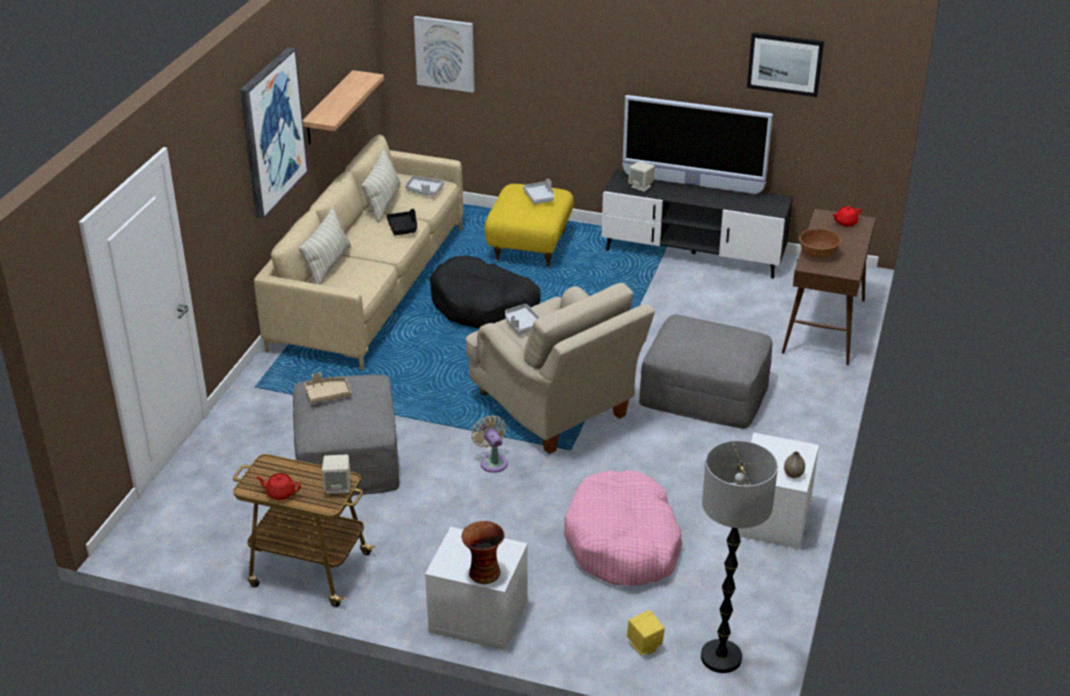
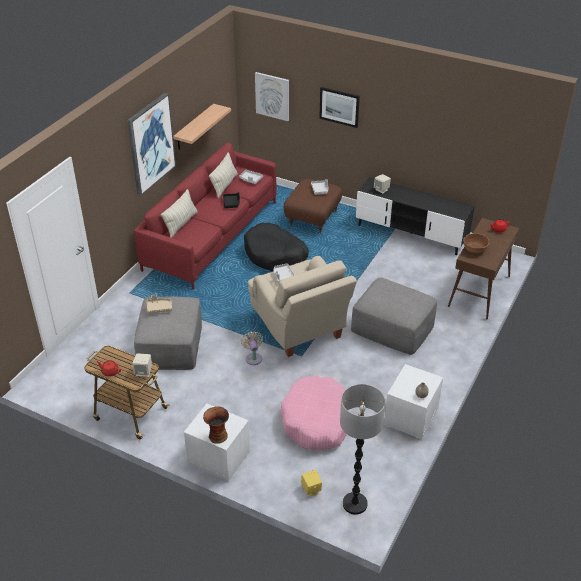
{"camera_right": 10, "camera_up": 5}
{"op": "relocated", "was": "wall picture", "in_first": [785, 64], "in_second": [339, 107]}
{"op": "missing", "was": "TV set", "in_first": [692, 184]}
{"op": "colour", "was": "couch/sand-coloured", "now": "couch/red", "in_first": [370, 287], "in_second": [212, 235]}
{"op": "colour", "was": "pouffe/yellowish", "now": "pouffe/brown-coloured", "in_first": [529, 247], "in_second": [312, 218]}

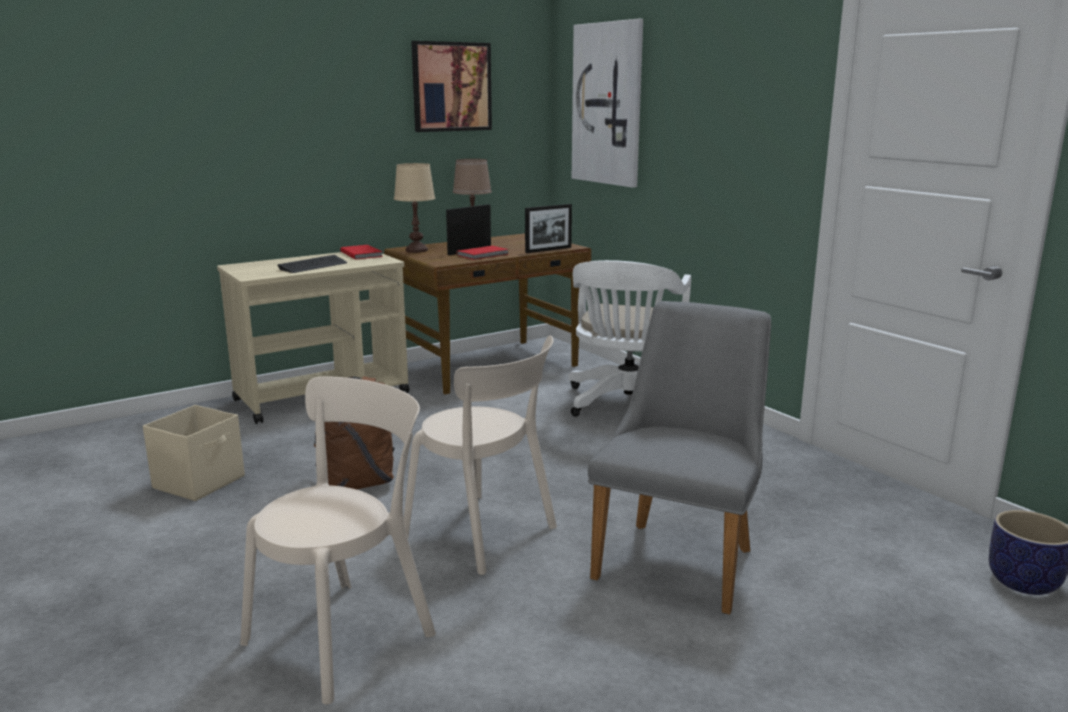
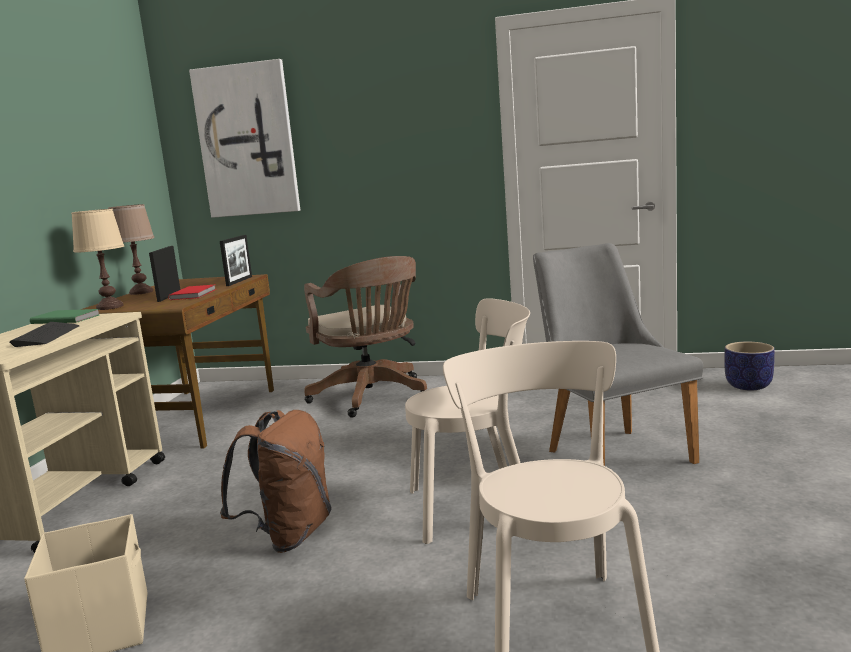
{"camera_right": -45, "camera_up": -5}
{"op": "missing", "was": "wall picture", "in_first": [451, 87]}
{"op": "colour", "was": "volume/red", "now": "volume/green", "in_first": [362, 254], "in_second": [66, 319]}
{"op": "colour", "was": "desk chair/white", "now": "desk chair/brown-coloured", "in_first": [626, 405], "in_second": [372, 397]}

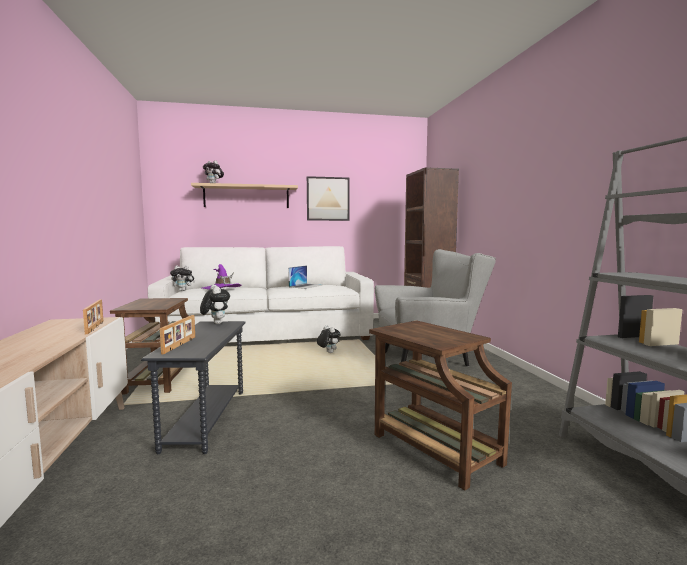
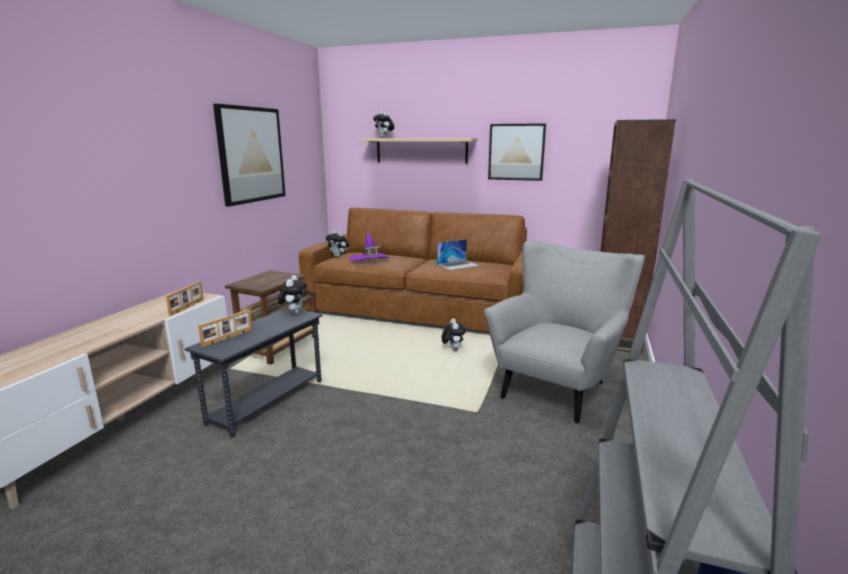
{"camera_right": 30, "camera_up": 10}
{"op": "colour", "was": "couch/white", "now": "couch/brown-coloured", "in_first": [267, 334], "in_second": [422, 309]}
{"op": "spun", "was": "easy chair/grey", "in_first": [431, 359], "in_second": [558, 387], "clockwise": -75}
{"op": "missing", "was": "end table/brown-coloured", "in_first": [433, 448]}
{"op": "appeared", "now": "wall picture", "in_second": [251, 155]}

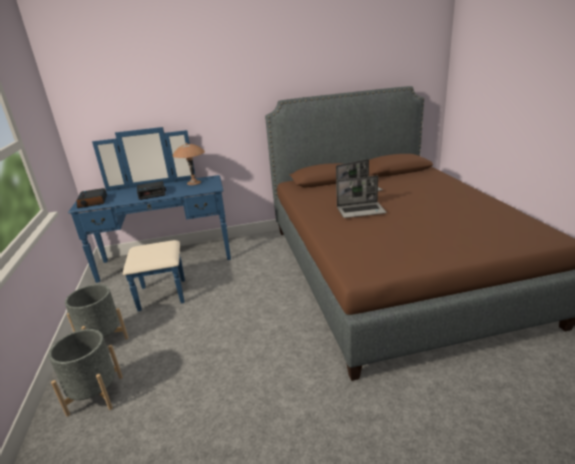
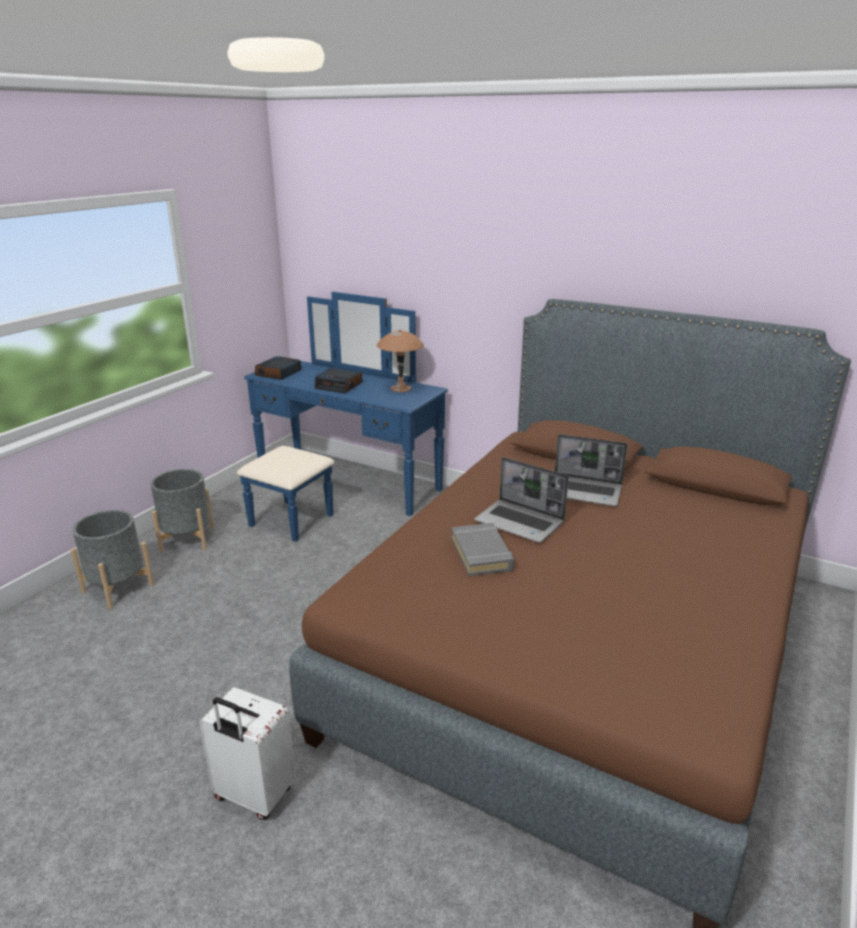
{"camera_right": 40, "camera_up": 0}
{"op": "appeared", "now": "volume/grey", "in_second": [481, 554]}
{"op": "appeared", "now": "travel case/white", "in_second": [253, 796]}

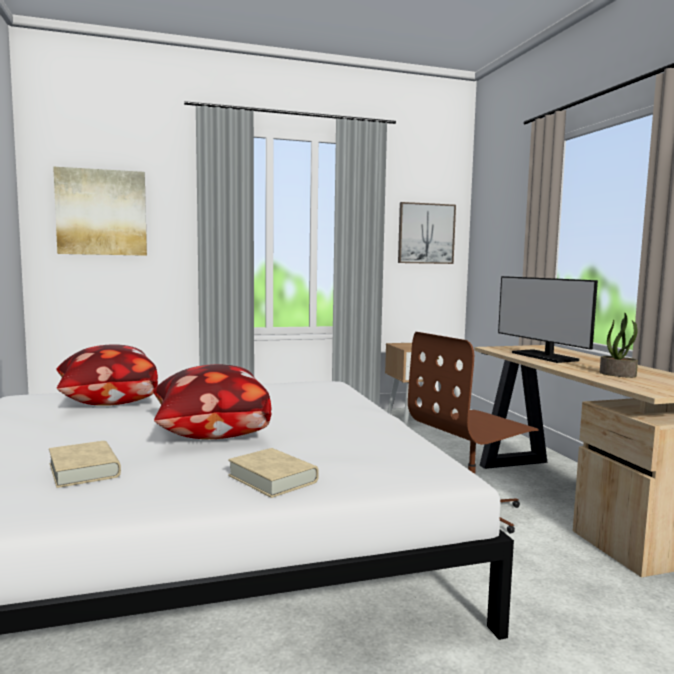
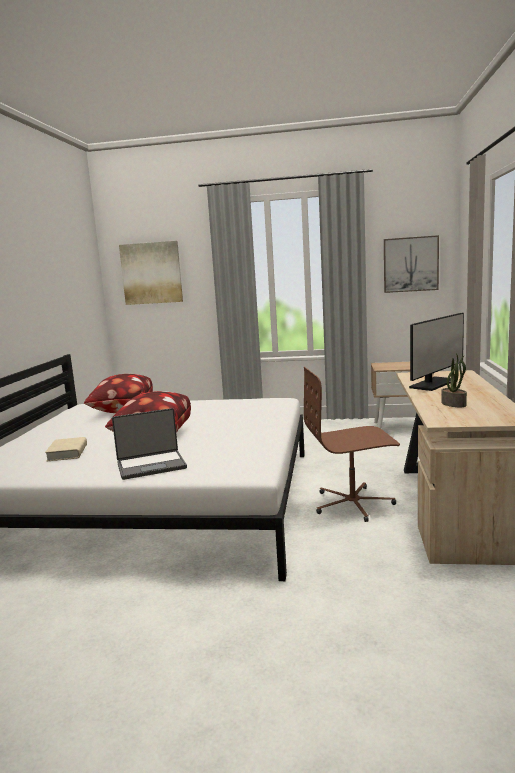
{"camera_right": 25, "camera_up": 5}
{"op": "spun", "was": "monitor", "in_first": [544, 357], "in_second": [433, 384], "clockwise": -135}
{"op": "exchanged", "was": "volume/sand-coloured", "now": "notebook computer", "in_first": [272, 479], "in_second": [151, 466]}

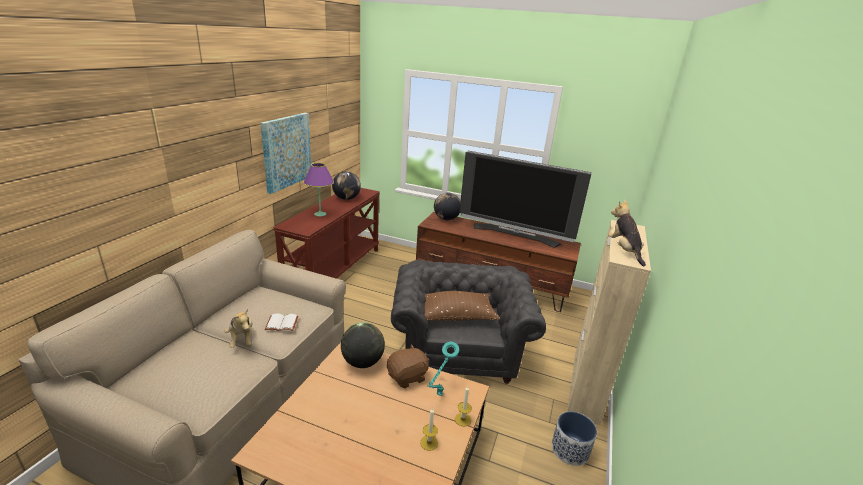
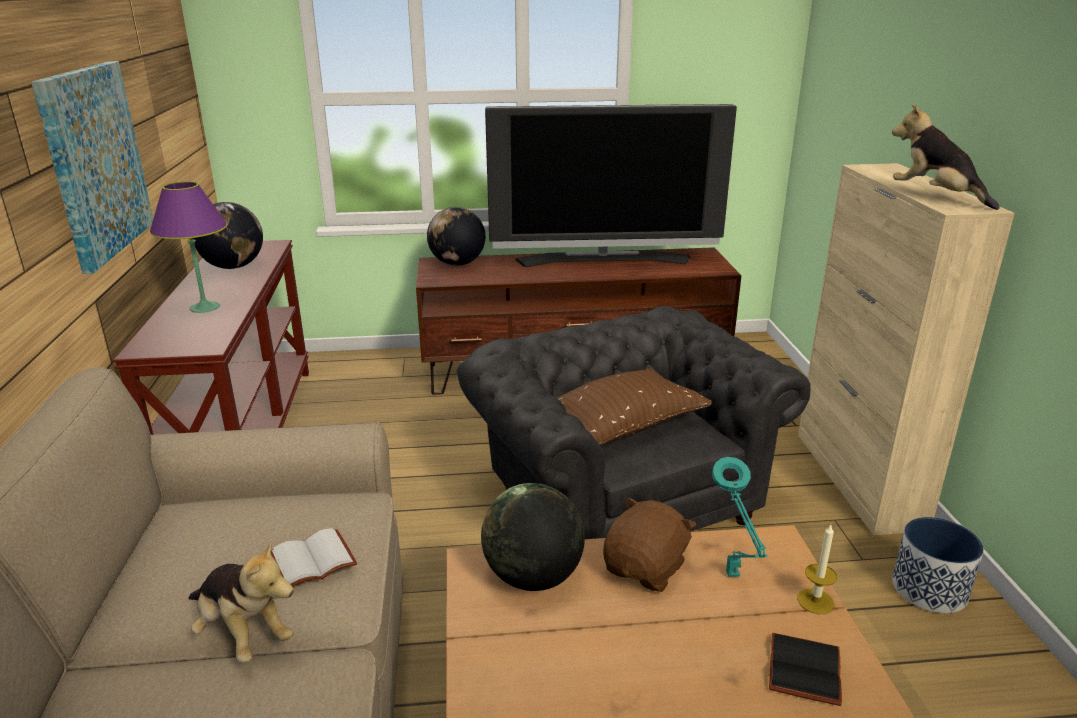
{"camera_right": -25, "camera_up": 0}
{"op": "exchanged", "was": "wax light", "now": "volume/black", "in_first": [429, 442], "in_second": [807, 671]}

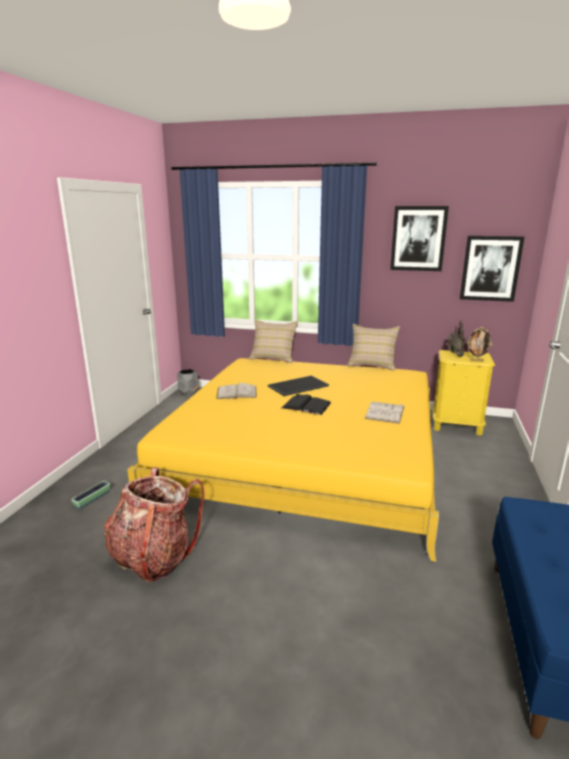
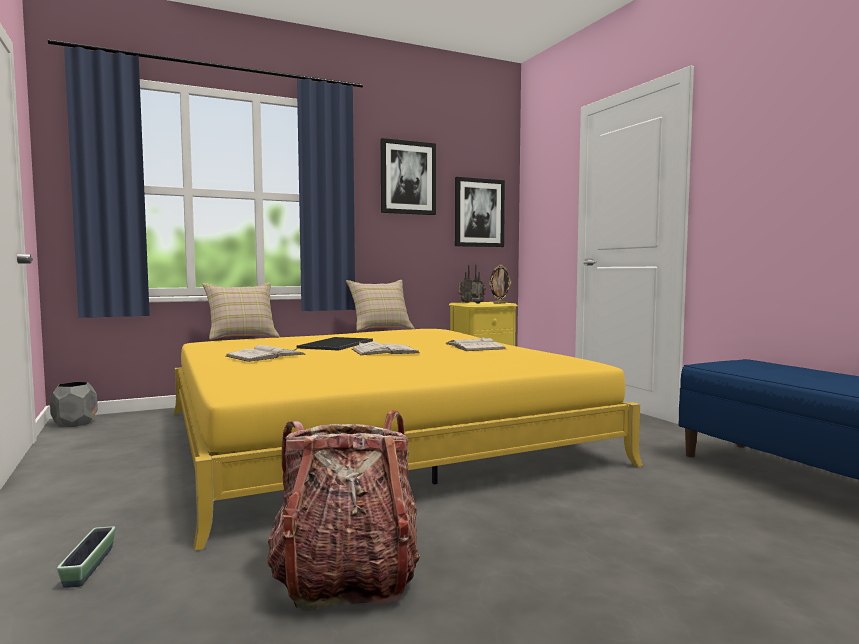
{"camera_right": -40, "camera_up": -15}
{"op": "colour", "was": "volume/black", "now": "volume/white", "in_first": [306, 405], "in_second": [385, 351]}

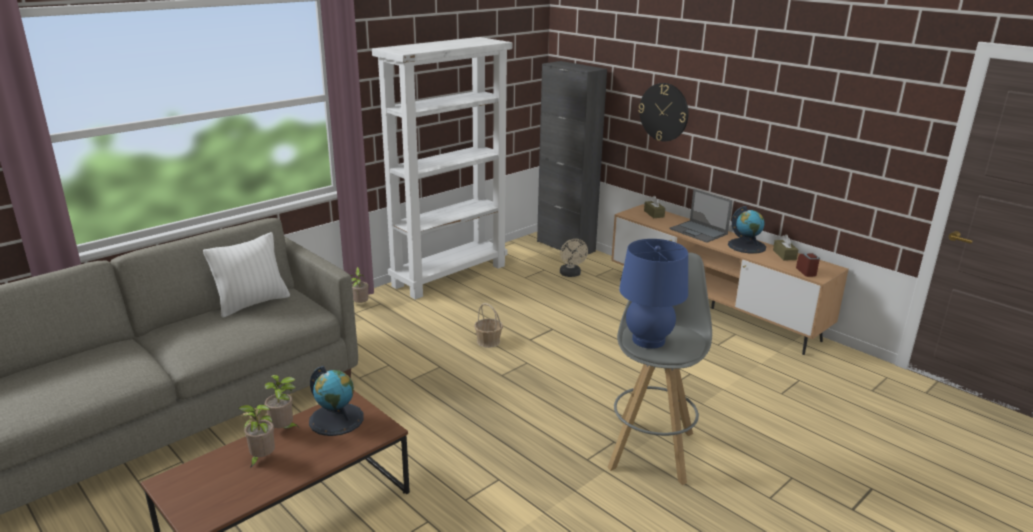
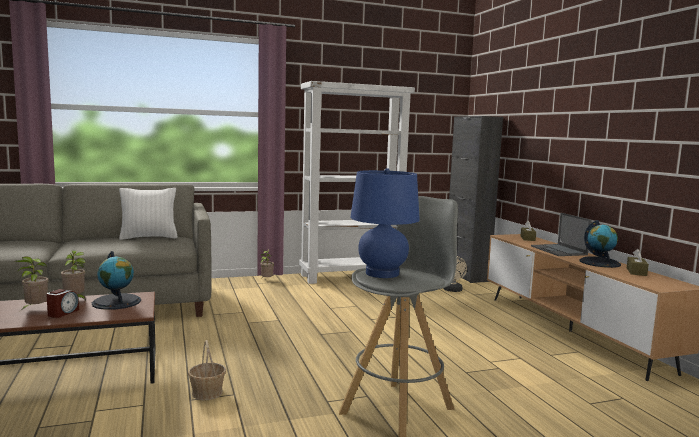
{"camera_right": 25, "camera_up": -15}
{"op": "missing", "was": "hanging clock", "in_first": [664, 112]}
{"op": "relocated", "was": "bedside clock", "in_first": [806, 272], "in_second": [63, 313]}
{"op": "relocated", "was": "storage basket", "in_first": [488, 341], "in_second": [207, 393]}

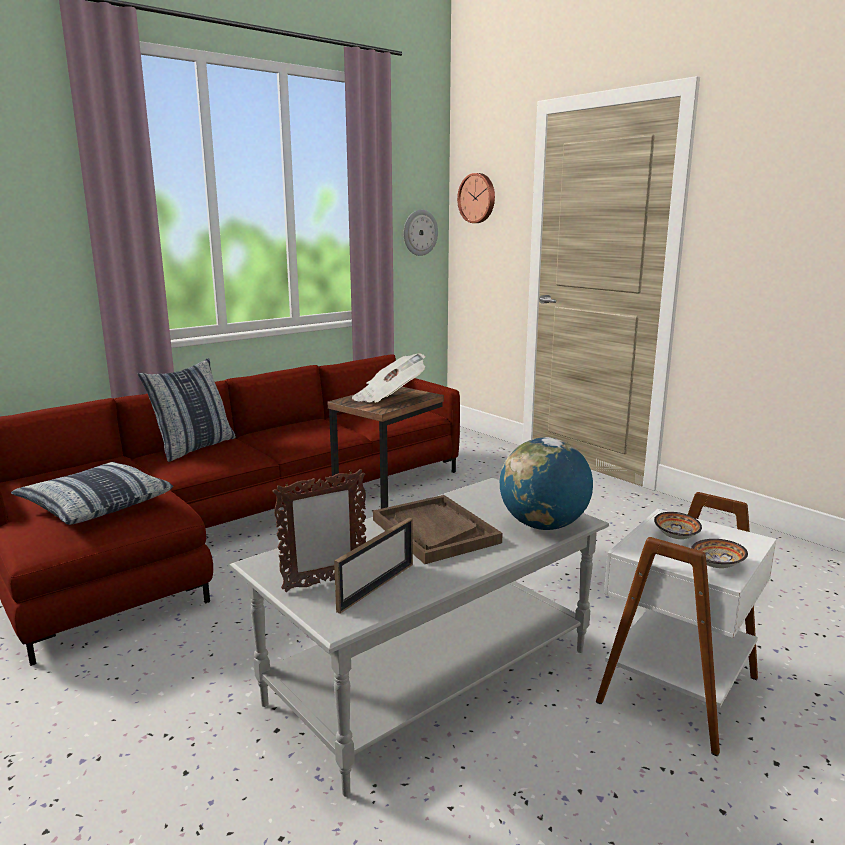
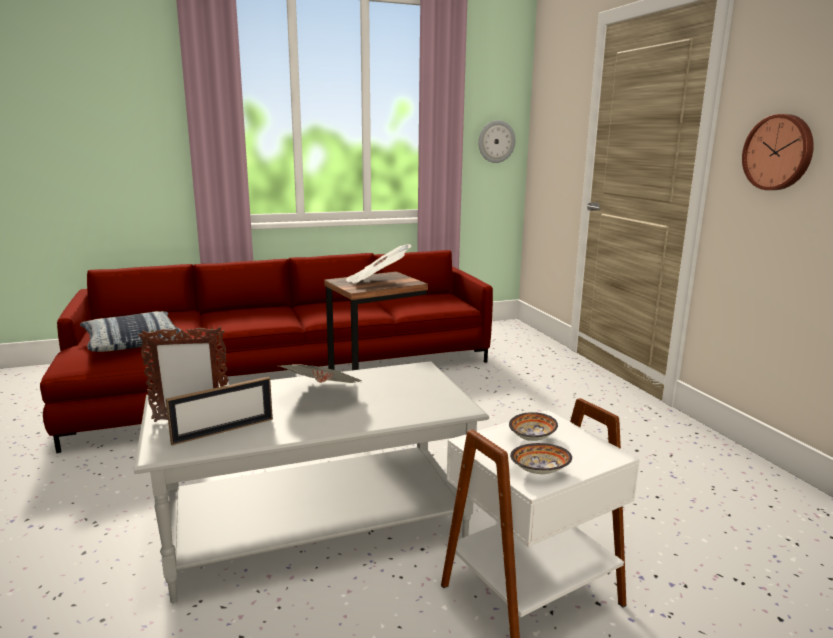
{"camera_right": 20, "camera_up": 0}
{"op": "relocated", "was": "hanging clock", "in_first": [477, 198], "in_second": [779, 152]}
{"op": "missing", "was": "pillow", "in_first": [194, 447]}
{"op": "missing", "was": "desk globe", "in_first": [543, 525]}
{"op": "exchanged", "was": "serving tray/brown-coloured", "now": "printed paper", "in_first": [434, 531], "in_second": [324, 396]}

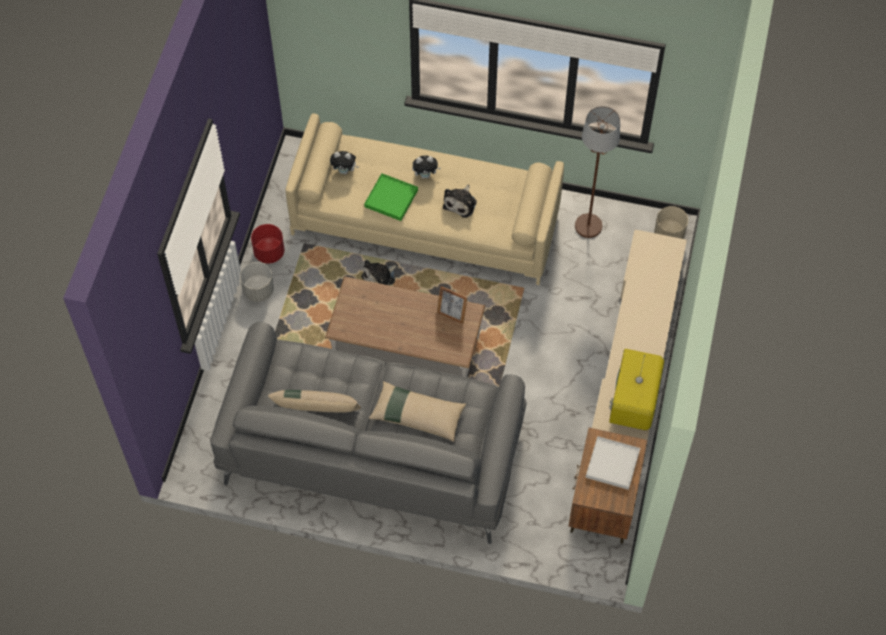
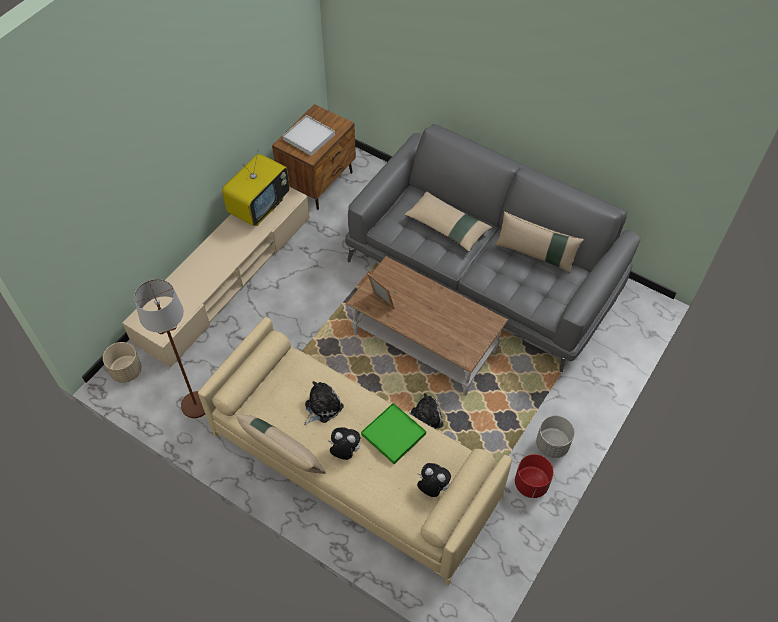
{"camera_right": -160, "camera_up": -5}
{"op": "appeared", "now": "pillow/sand-coloured", "in_second": [283, 454]}

